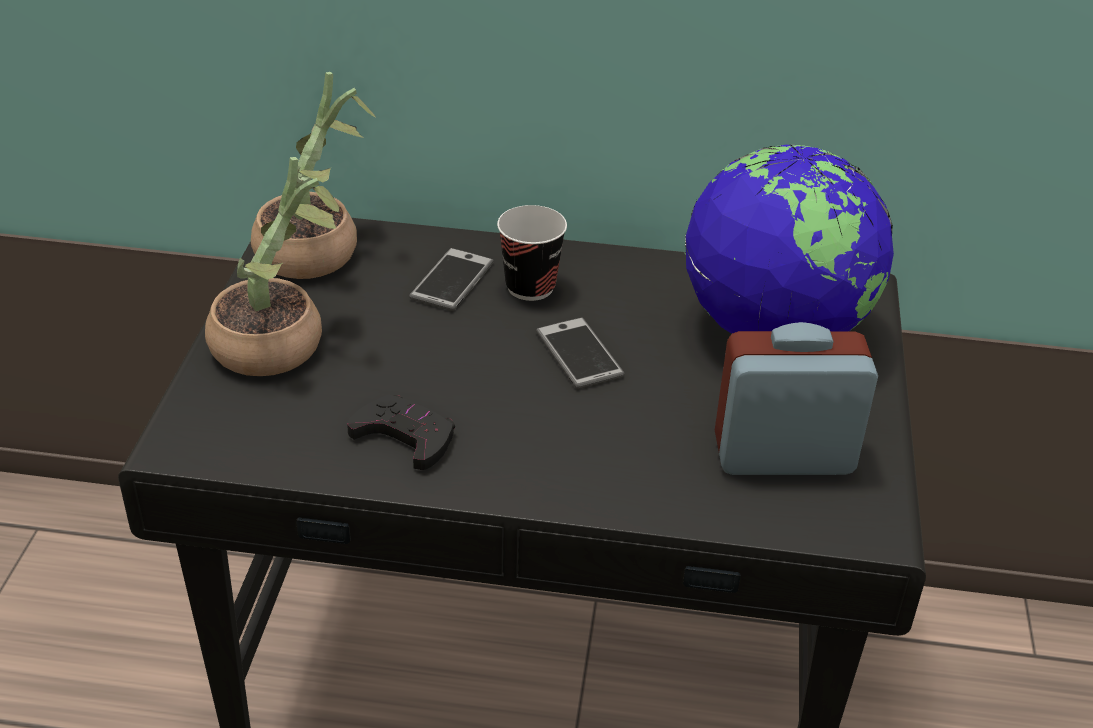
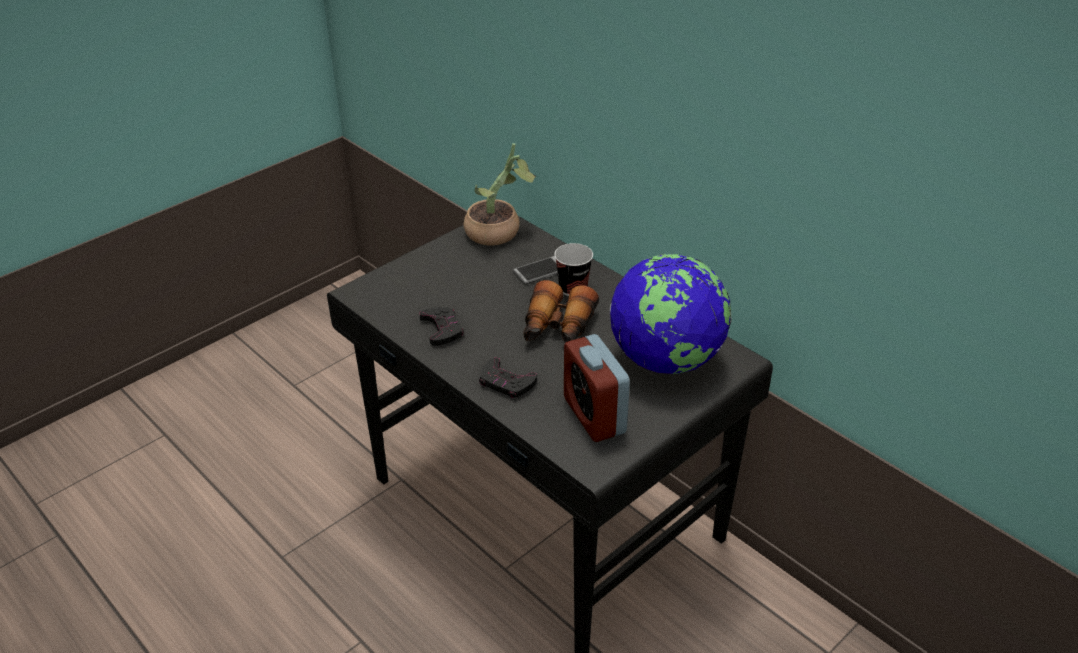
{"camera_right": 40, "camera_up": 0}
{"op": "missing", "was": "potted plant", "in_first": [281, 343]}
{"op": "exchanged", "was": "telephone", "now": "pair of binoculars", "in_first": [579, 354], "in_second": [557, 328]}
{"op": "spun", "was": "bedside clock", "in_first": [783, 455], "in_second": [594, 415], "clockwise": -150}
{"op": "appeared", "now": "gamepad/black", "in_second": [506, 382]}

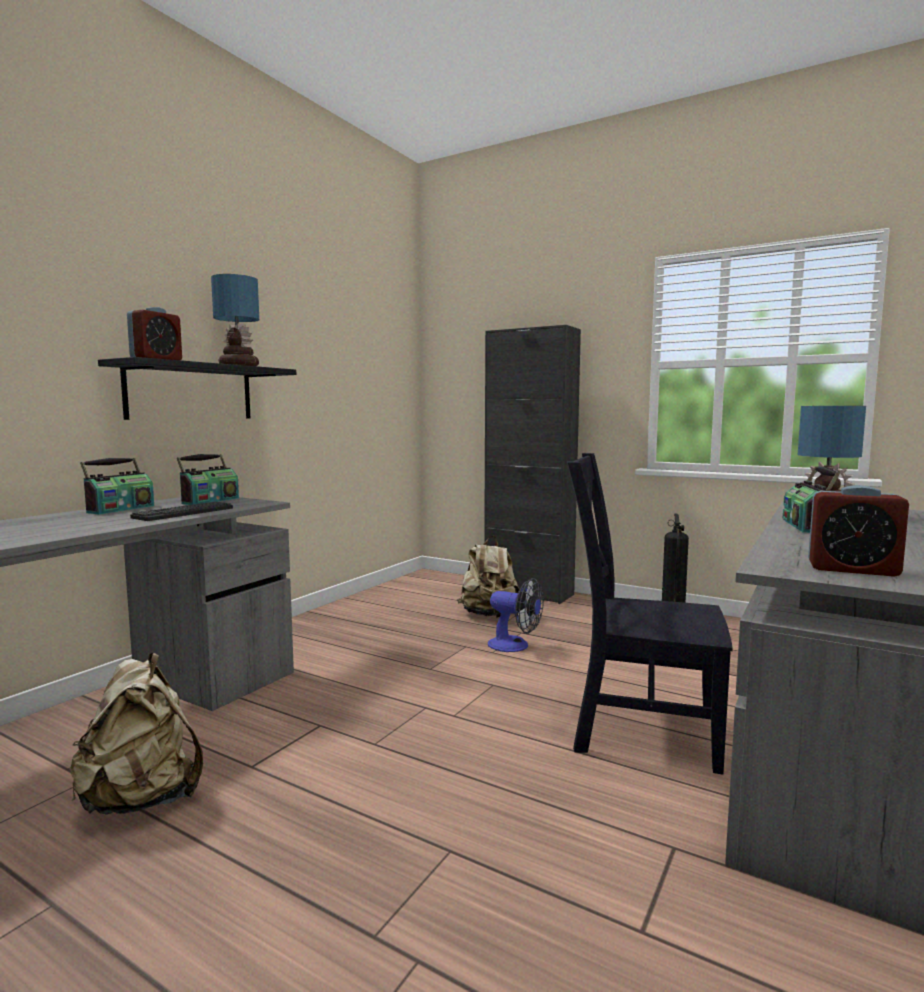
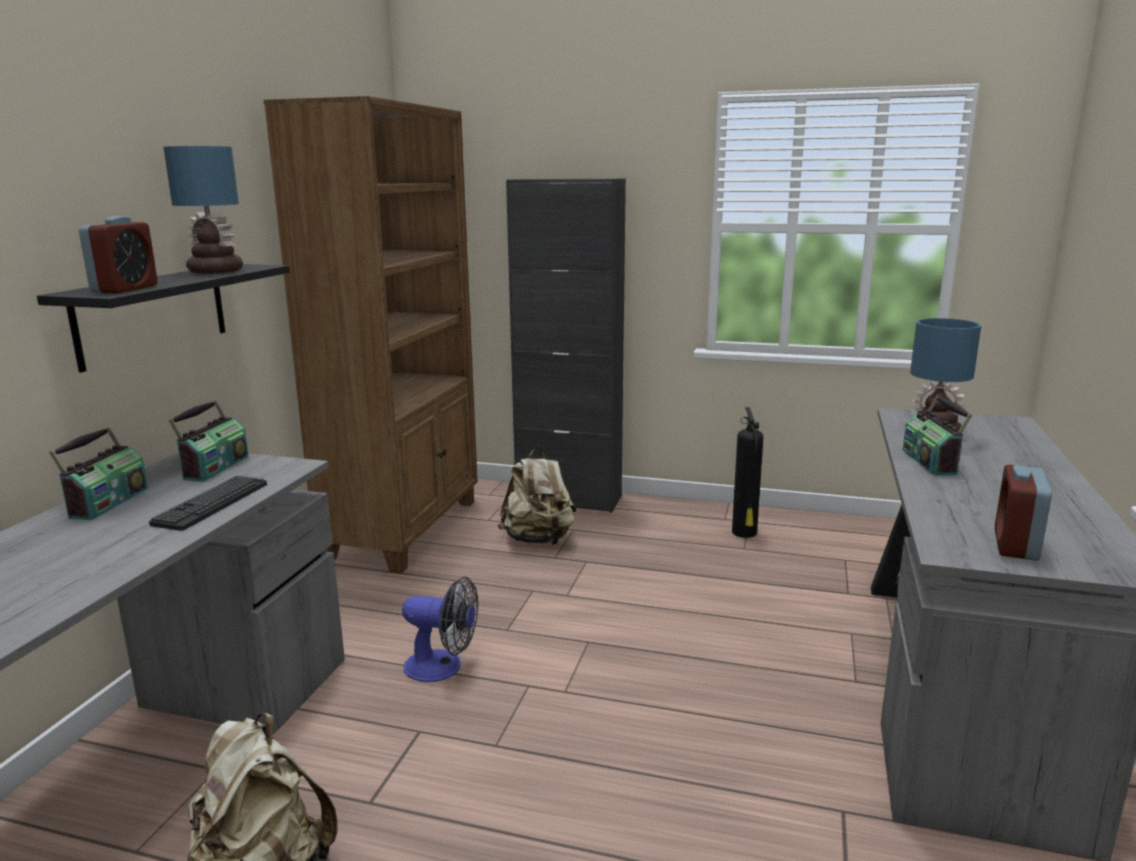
{"camera_right": -15, "camera_up": 10}
{"op": "missing", "was": "chair/black", "in_first": [638, 729]}
{"op": "spun", "was": "bedside clock", "in_first": [852, 569], "in_second": [1015, 545], "clockwise": 105}
{"op": "relocated", "was": "electric fan", "in_first": [515, 646], "in_second": [443, 667]}
{"op": "appeared", "now": "bookcase/brown-coloured", "in_second": [405, 529]}

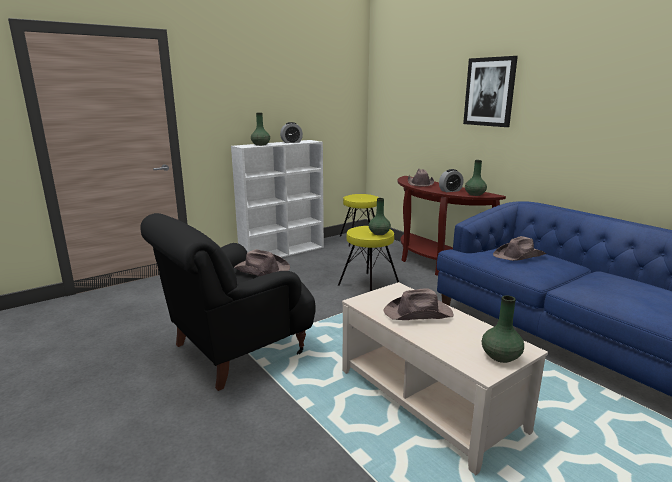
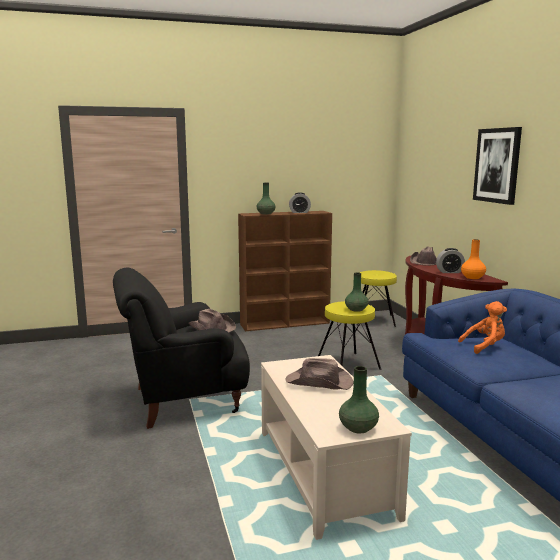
{"camera_right": 20, "camera_up": -5}
{"op": "colour", "was": "bookcase/white", "now": "bookcase/brown-coloured", "in_first": [283, 252], "in_second": [285, 323]}
{"op": "colour", "was": "flower vase/green", "now": "flower vase/orange-coloured", "in_first": [474, 194], "in_second": [472, 277]}
{"op": "exchanged", "was": "hat/brown-coloured", "now": "cuddly toy/orange-coloured", "in_first": [519, 255], "in_second": [485, 346]}

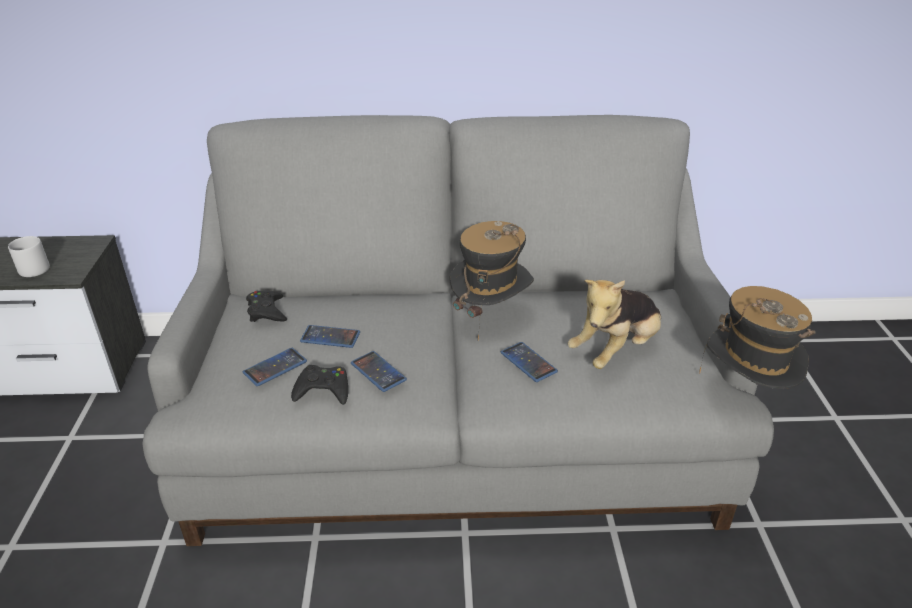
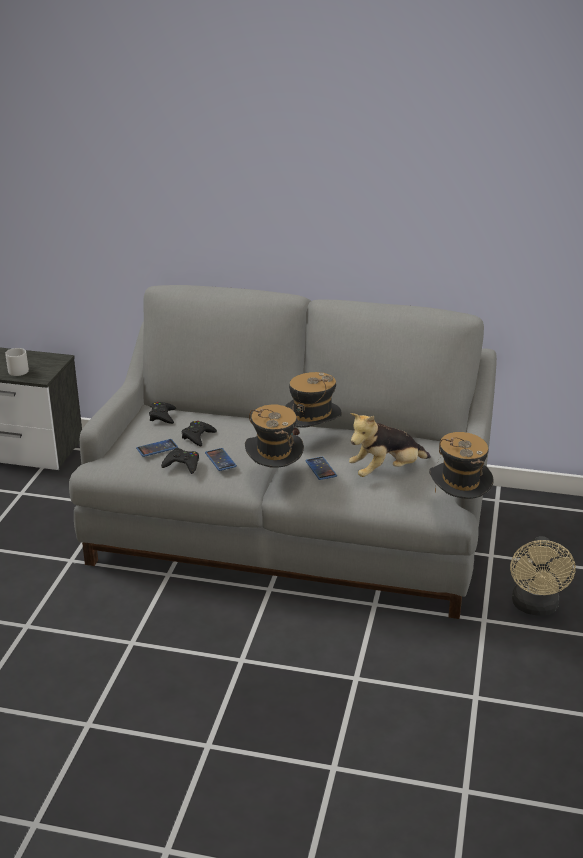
{"camera_right": 15, "camera_up": -5}
{"op": "exchanged", "was": "telephone", "now": "gamepad/black", "in_first": [330, 337], "in_second": [198, 436]}
{"op": "appeared", "now": "hat", "in_second": [274, 477]}
{"op": "appeared", "now": "electric fan/sand-coloured", "in_second": [535, 607]}

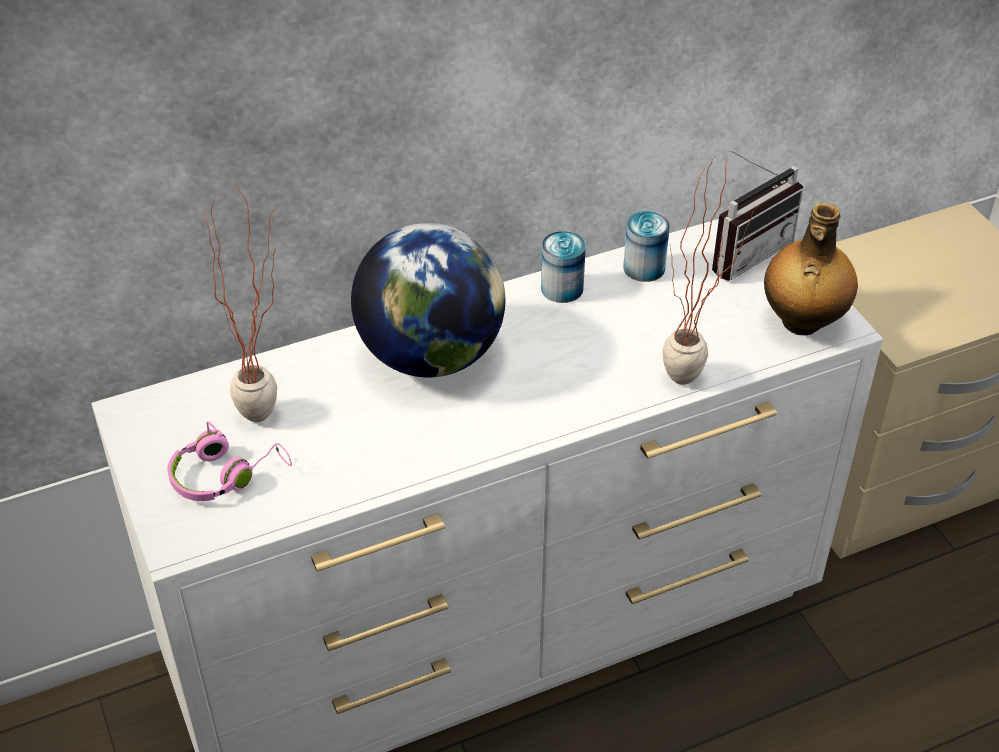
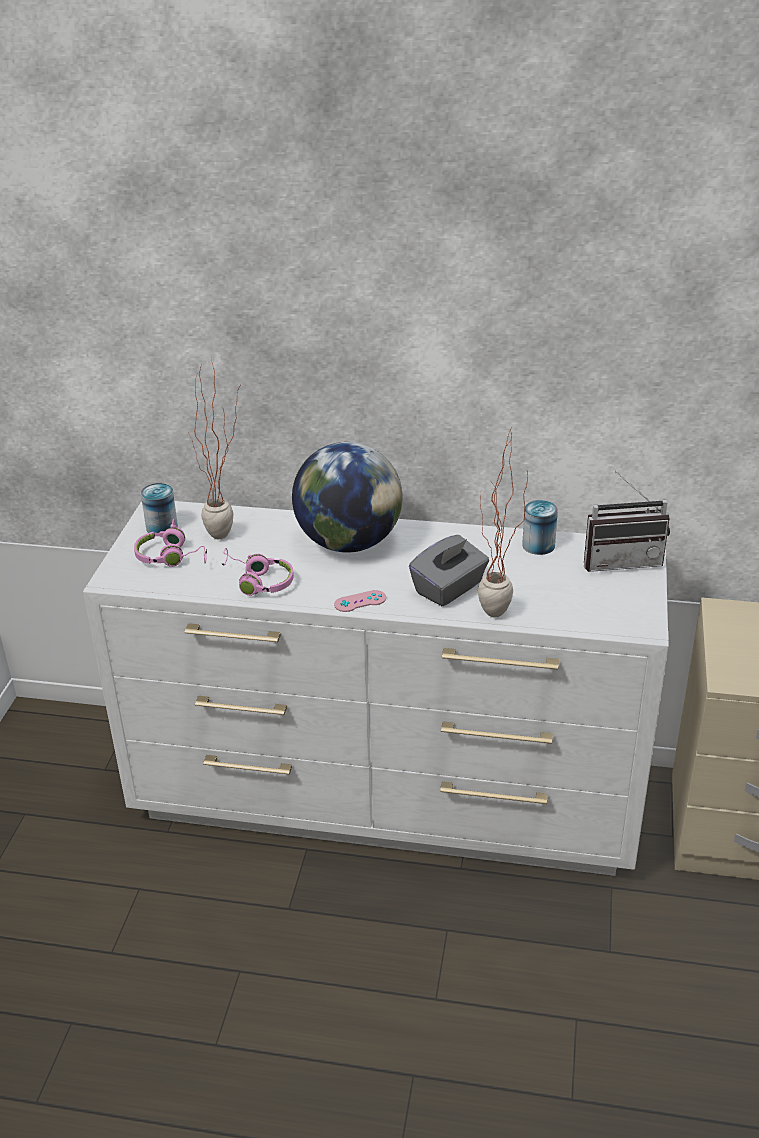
{"camera_right": 35, "camera_up": -10}
{"op": "missing", "was": "drink bottle", "in_first": [801, 322]}
{"op": "relocated", "was": "metal can", "in_first": [562, 288], "in_second": [162, 527]}
{"op": "appeared", "now": "box of tissues/grey", "in_second": [449, 589]}
{"op": "appeared", "now": "pair of headphones/pink", "in_second": [257, 581]}
{"op": "appeared", "now": "gamepad/pink", "in_second": [360, 601]}

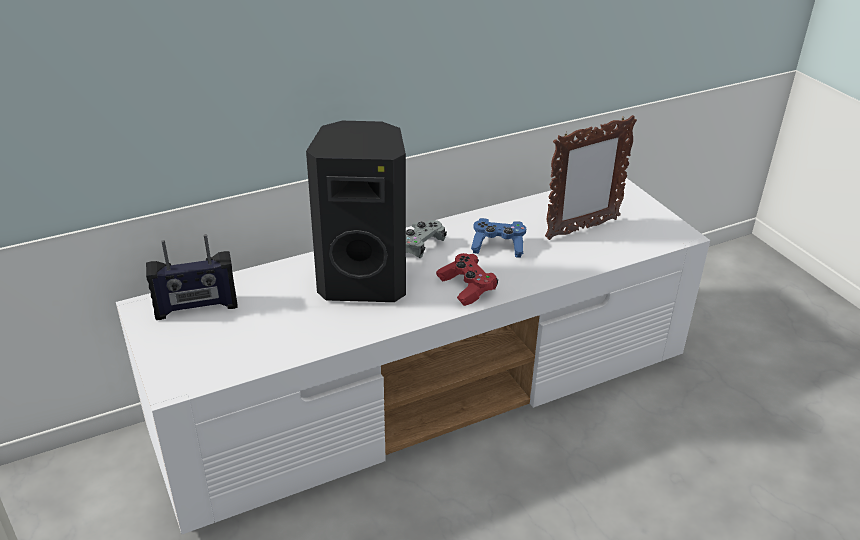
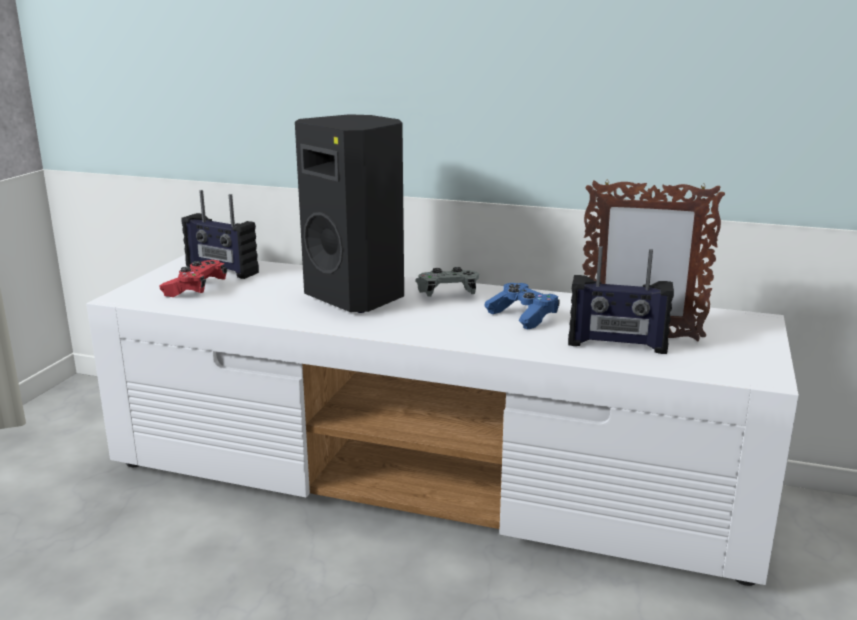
{"camera_right": 45, "camera_up": -15}
{"op": "relocated", "was": "gamepad/red", "in_first": [467, 287], "in_second": [195, 289]}
{"op": "appeared", "now": "radio set", "in_second": [617, 345]}

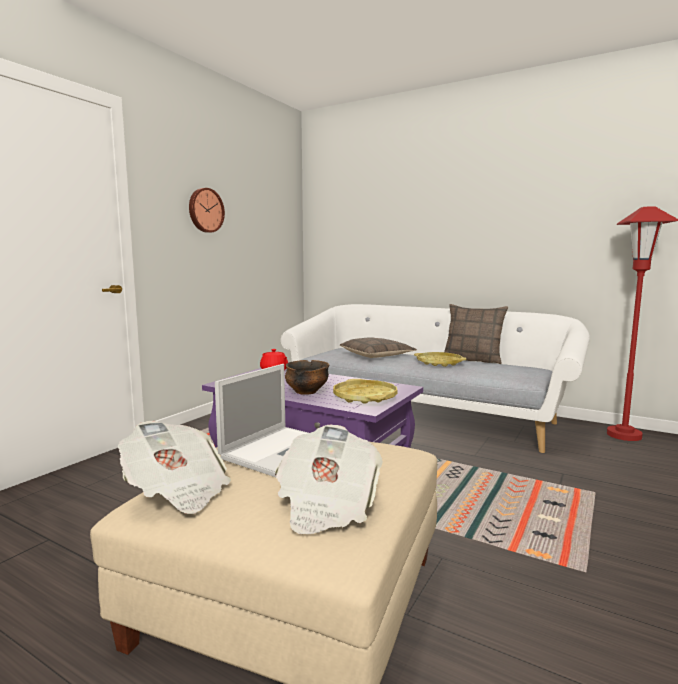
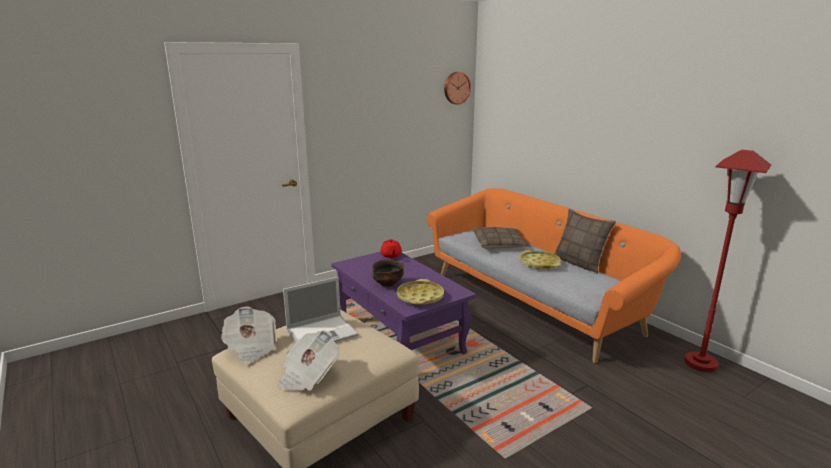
{"camera_right": 25, "camera_up": 10}
{"op": "relocated", "was": "hanging clock", "in_first": [205, 210], "in_second": [456, 88]}
{"op": "colour", "was": "couch/white", "now": "couch/orange-coloured", "in_first": [424, 414], "in_second": [534, 301]}

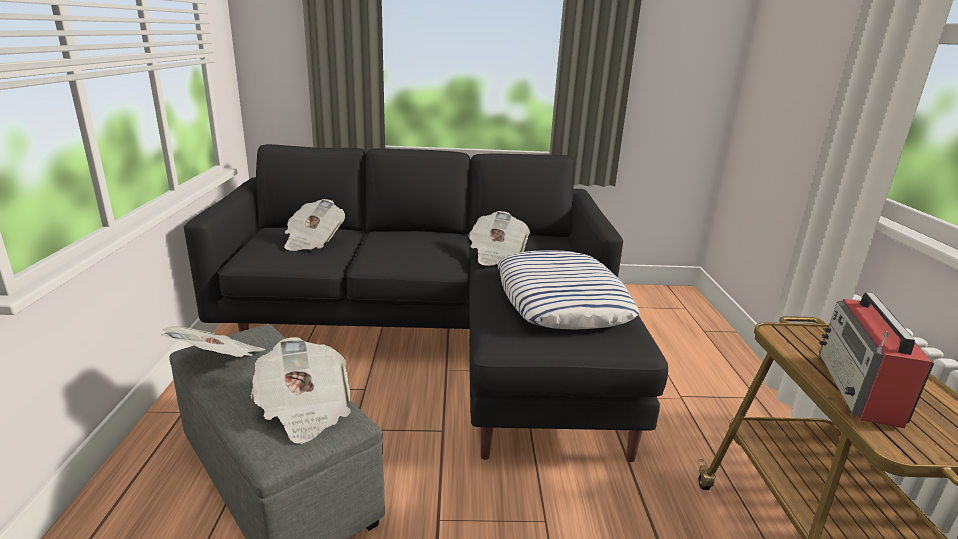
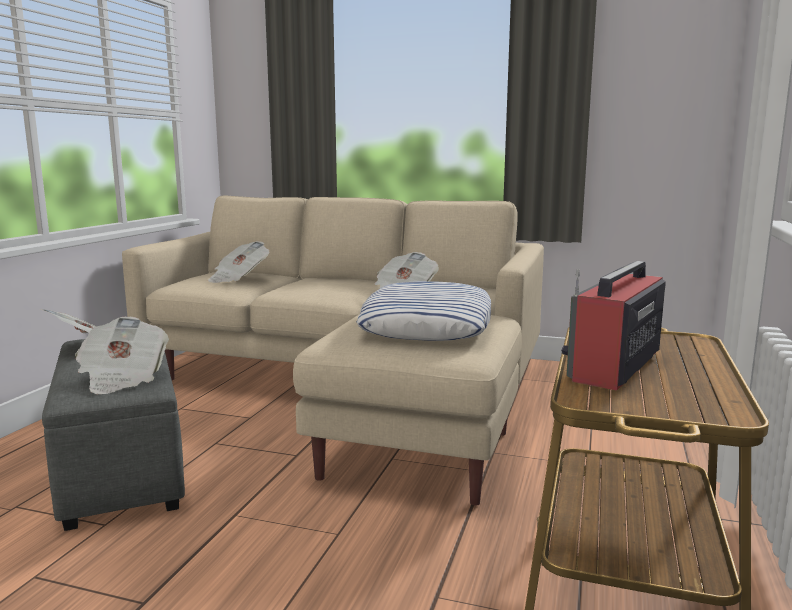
{"camera_right": 20, "camera_up": -10}
{"op": "colour", "was": "couch/black", "now": "couch/sand-coloured", "in_first": [438, 338], "in_second": [354, 389]}

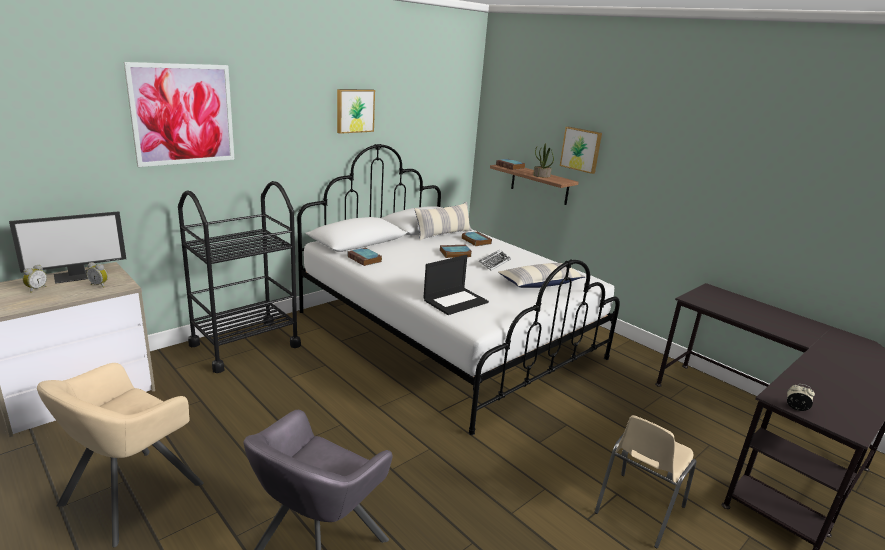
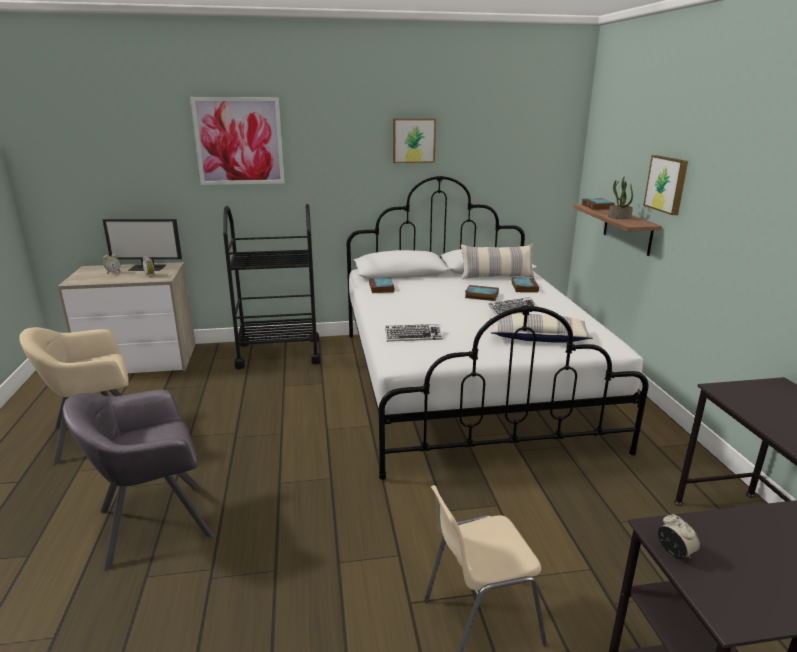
{"camera_right": 35, "camera_up": 0}
{"op": "exchanged", "was": "notebook computer", "now": "PC keyboard", "in_first": [455, 301], "in_second": [413, 336]}

